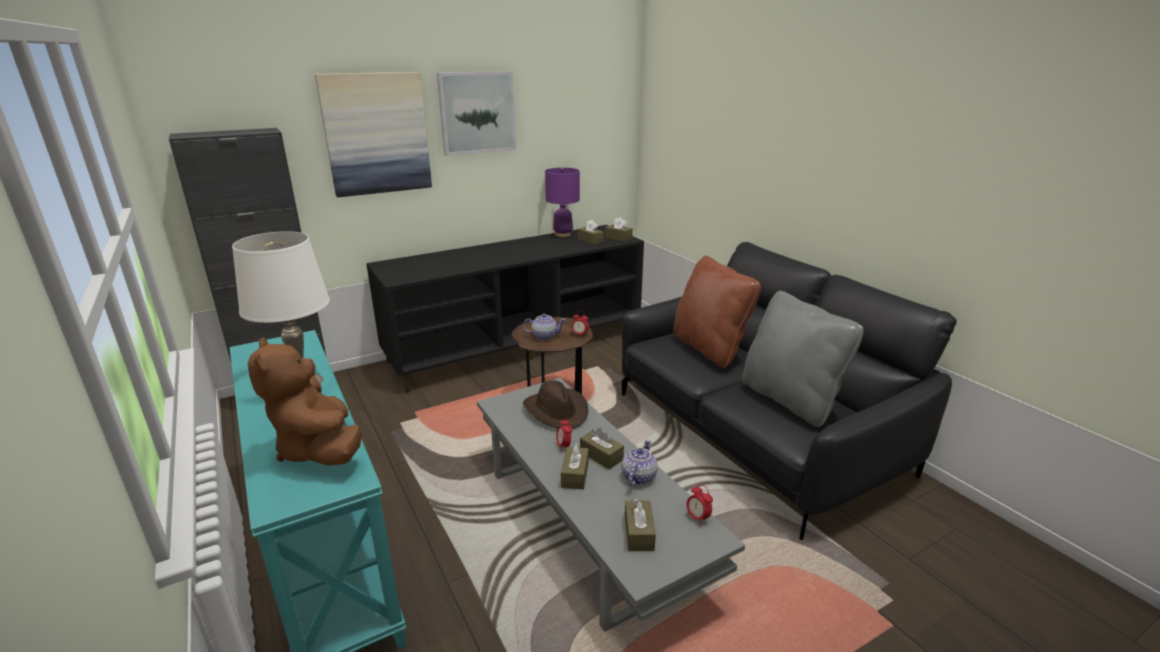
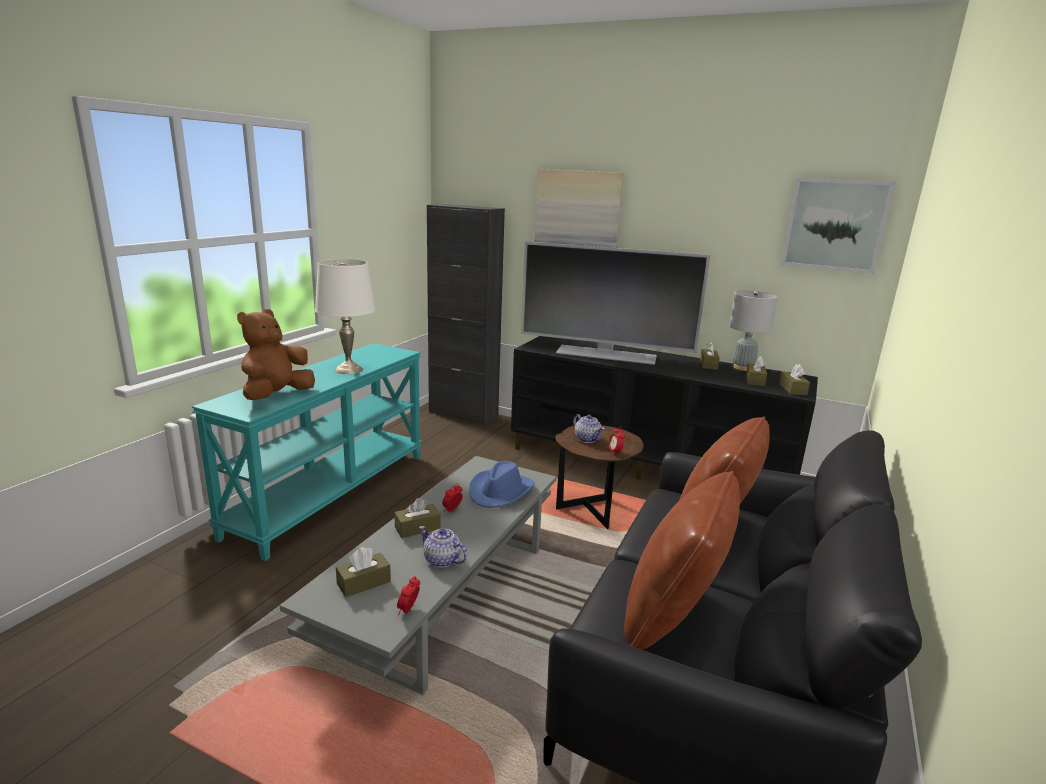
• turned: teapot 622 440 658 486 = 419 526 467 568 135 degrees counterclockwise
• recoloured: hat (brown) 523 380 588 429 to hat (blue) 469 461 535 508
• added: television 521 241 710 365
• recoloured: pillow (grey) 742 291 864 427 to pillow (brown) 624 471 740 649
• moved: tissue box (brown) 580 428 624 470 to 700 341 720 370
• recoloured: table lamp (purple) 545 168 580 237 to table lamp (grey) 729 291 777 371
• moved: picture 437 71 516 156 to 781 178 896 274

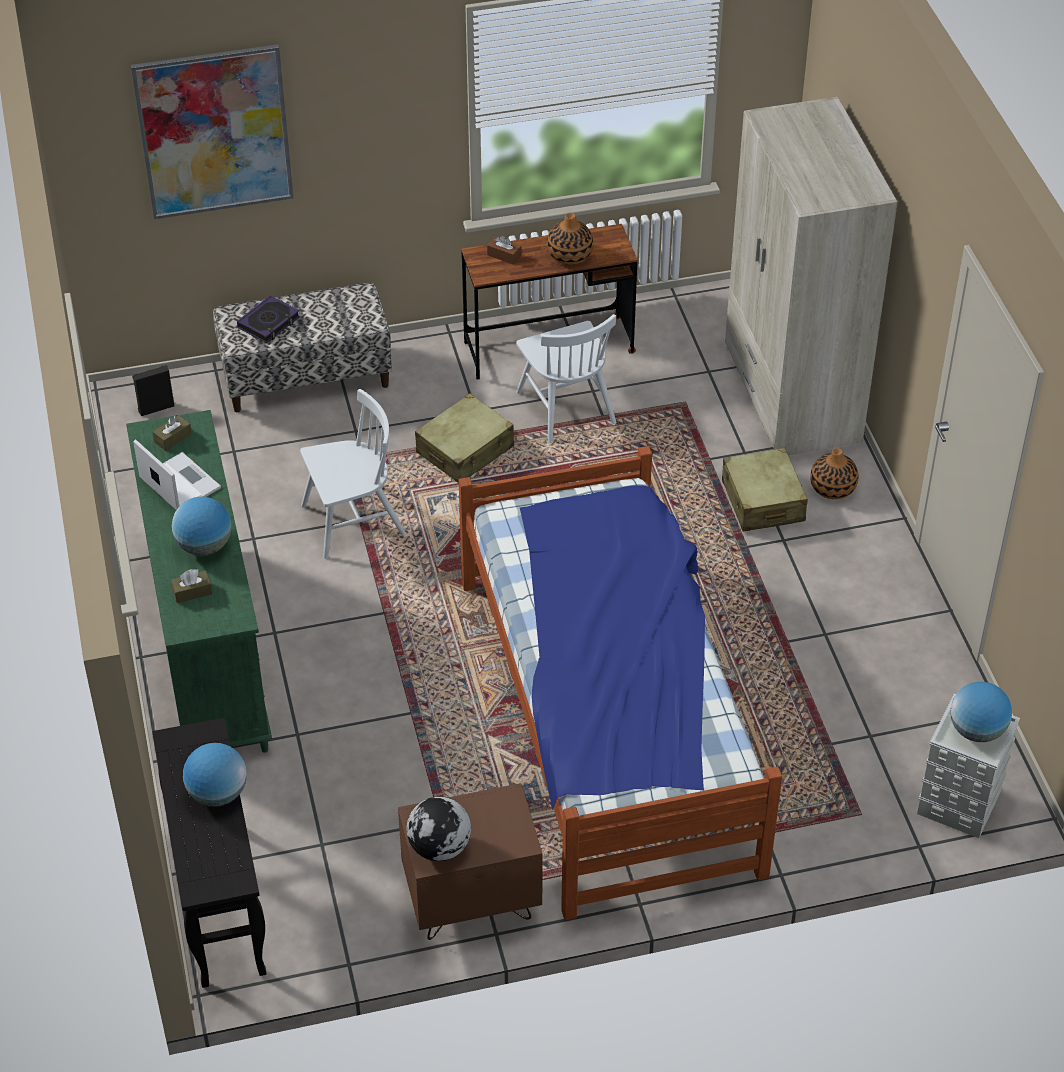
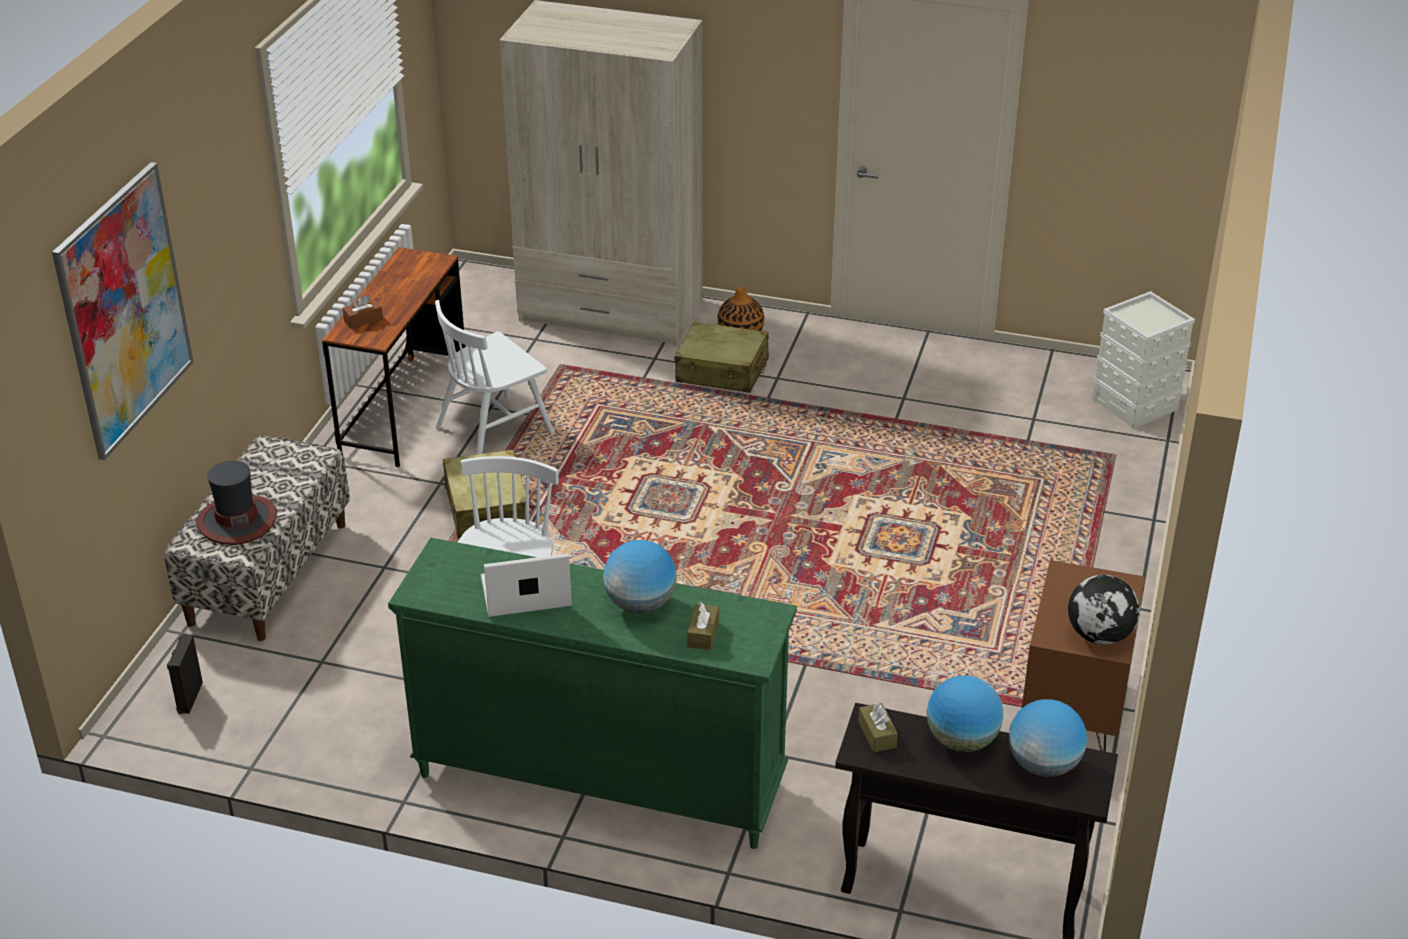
• replaced: book 237 295 300 343 to hat 196 461 277 545
• turned: chair (white) 516 314 616 443 = 435 300 554 454 135 degrees clockwise
• moved: tissue box (brown) 153 415 192 451 to 858 702 898 752
• moved: globe 950 682 1012 742 to 1009 699 1087 777
• removed: bed 459 446 782 920
• removed: vase 547 213 593 265

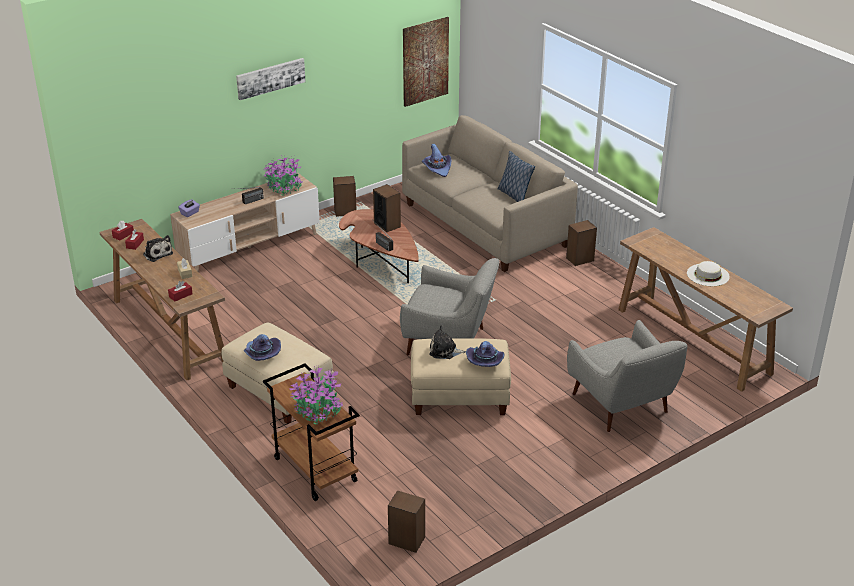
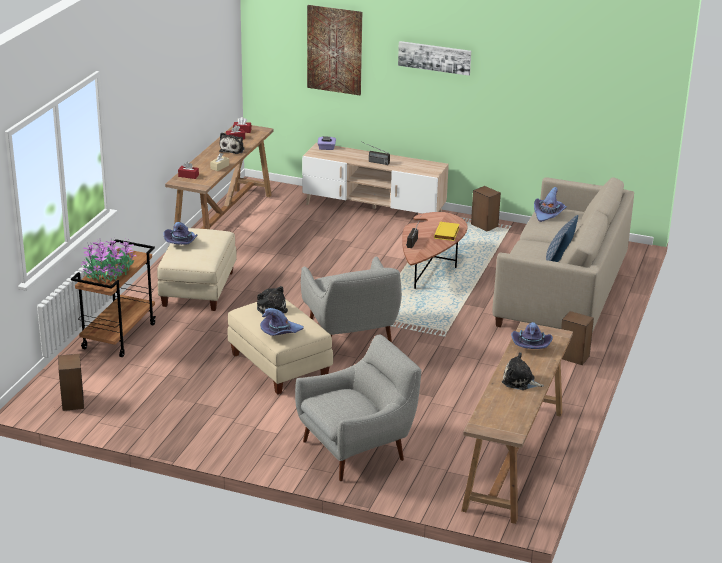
• turned: armchair (grey) 567 320 687 432 = 295 335 422 481 150 degrees counterclockwise
• moved: picture 403 17 449 107 to 307 5 362 95
• replaced: speaker 373 184 401 232 to book (yellow) 434 221 459 241
• replaced: hat (white) 687 261 730 286 to plush toy 502 352 544 390
• added: hat (purple) 511 322 553 349
• removed: potted plant 264 155 303 195

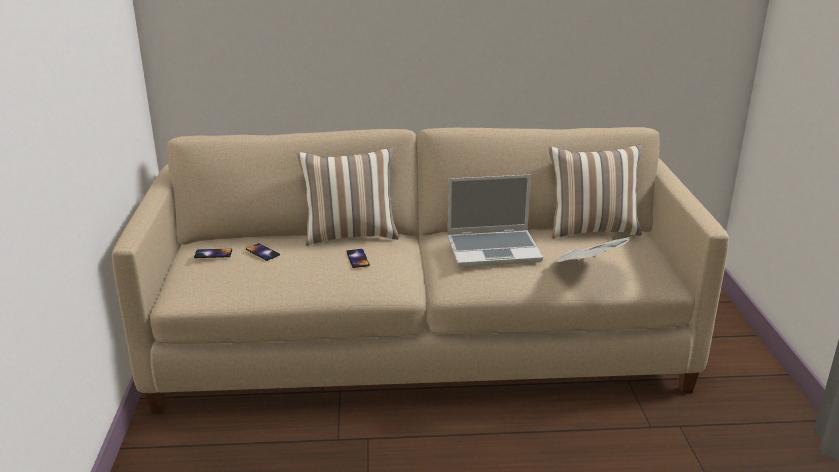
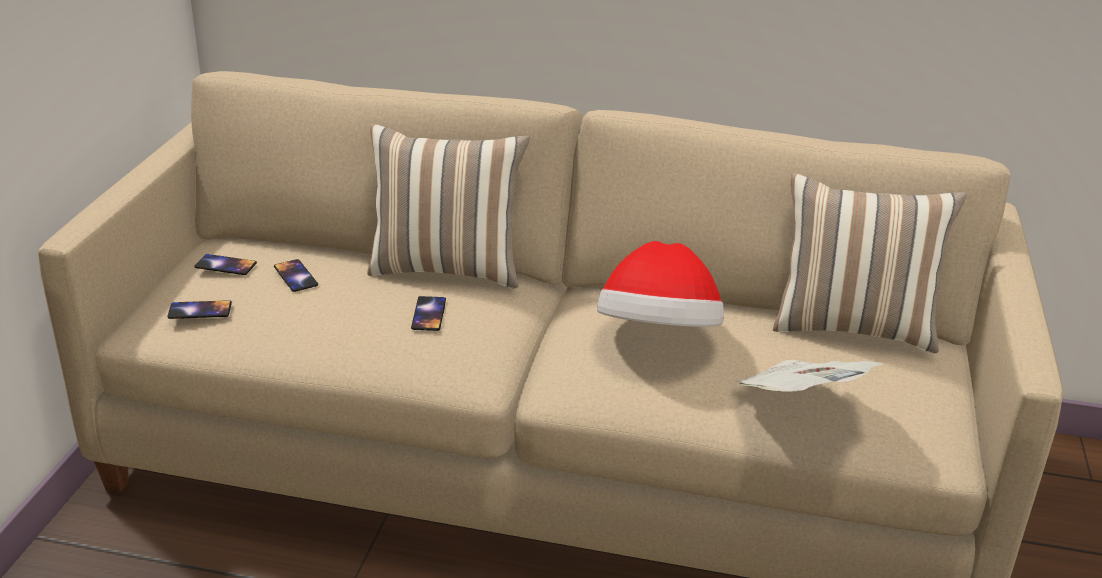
• added: phone 167 300 232 319
• replaced: laptop 447 174 543 267 to hat 597 241 724 327

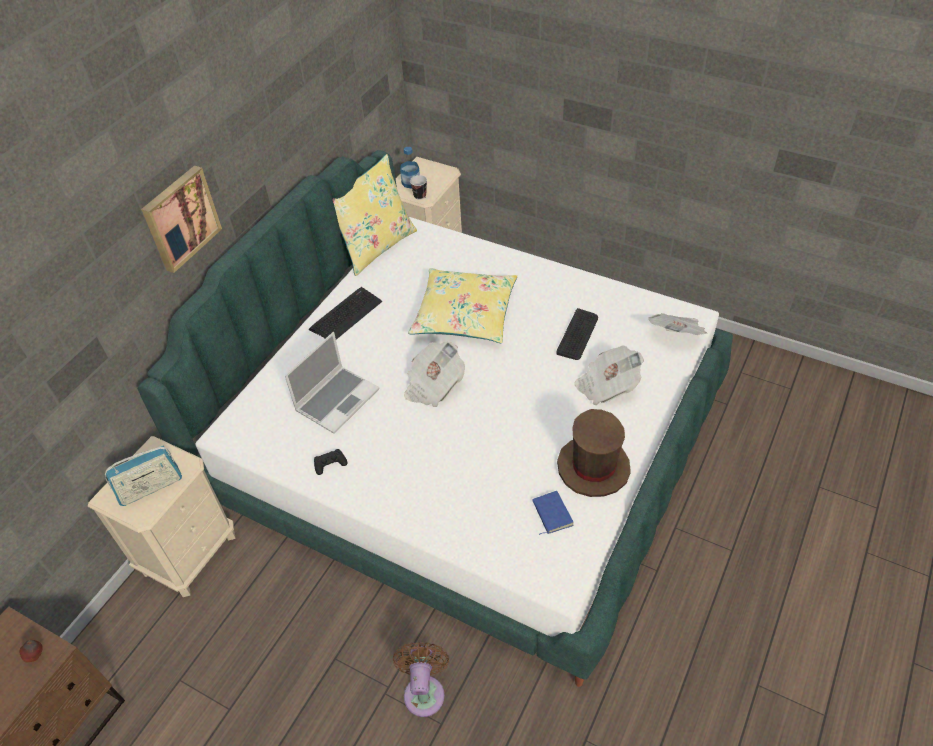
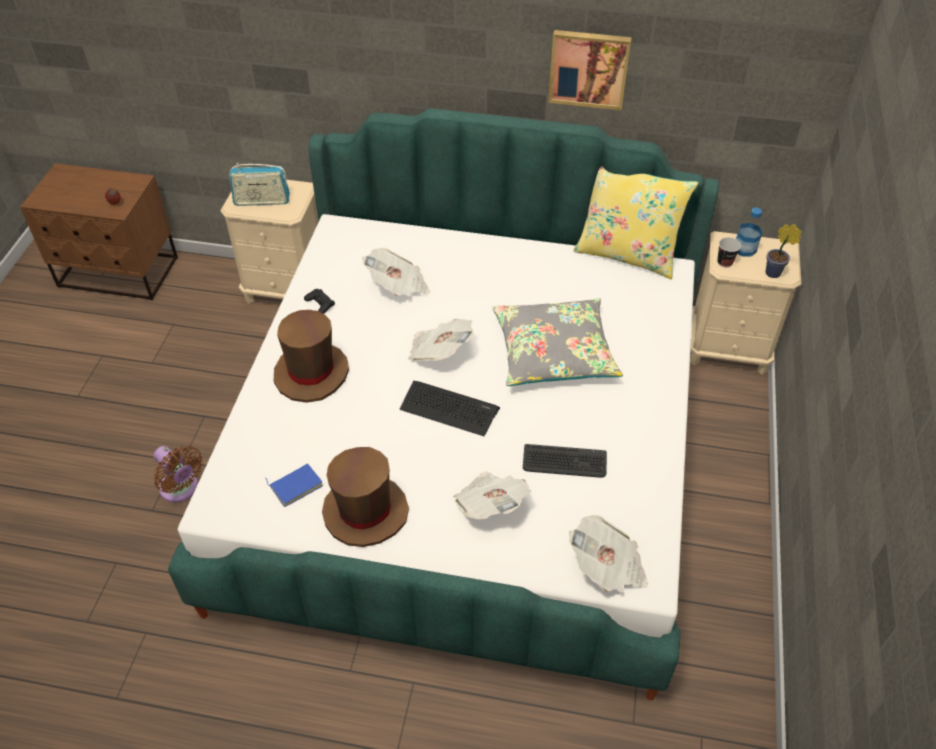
• turned: fan (brown) 393 642 449 717 = 153 446 203 503 60 degrees clockwise
• turned: radio 105 445 182 506 = 229 163 290 206 45 degrees counterclockwise
• added: hat (brown) 273 310 349 403
• replaced: laptop 285 332 380 434 to newspaper 362 248 430 297
• moved: keyboard 309 287 382 340 to 400 381 500 436
• recoloured: pillow (yellow) 408 268 517 343 to pillow (grey) 493 298 623 386
• moved: picture 141 165 222 273 to 548 30 632 110
• added: potted plant 765 224 802 278

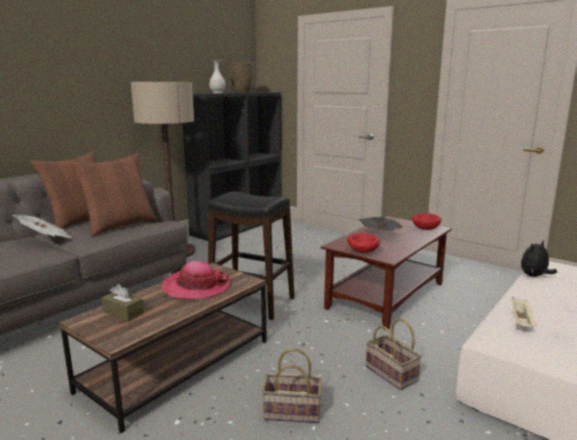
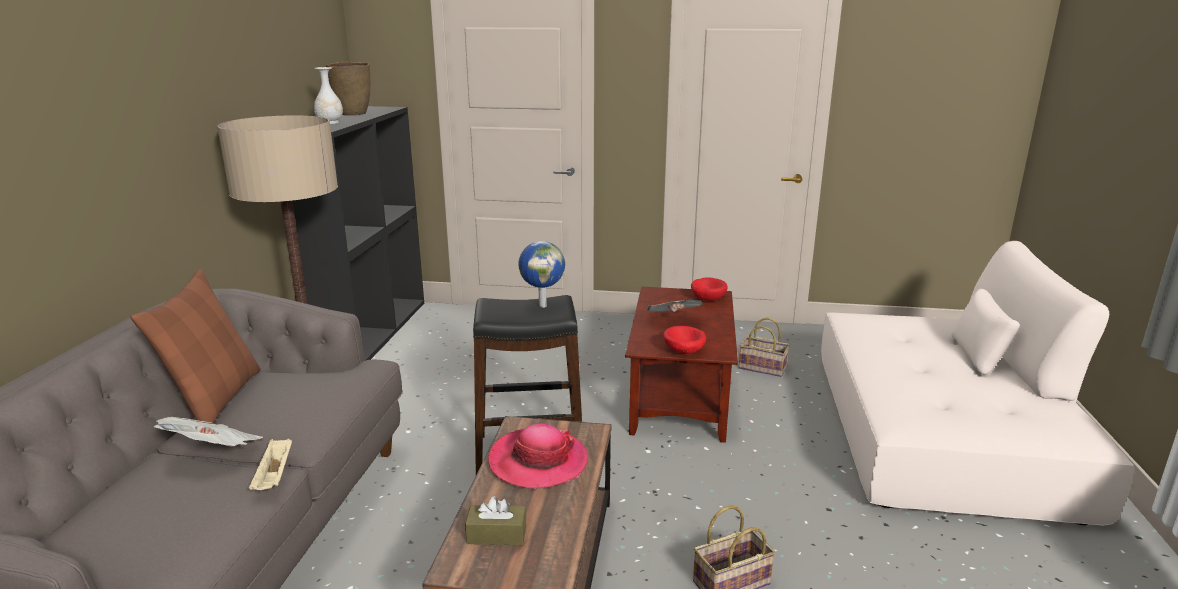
• moved: tray (beige) 512 297 537 327 to 249 439 292 490
• added: globe 518 241 565 308
• moved: basket 366 319 422 390 to 739 317 790 377
• removed: pillow (brown) 69 153 157 237
• removed: plush toy 521 240 557 277

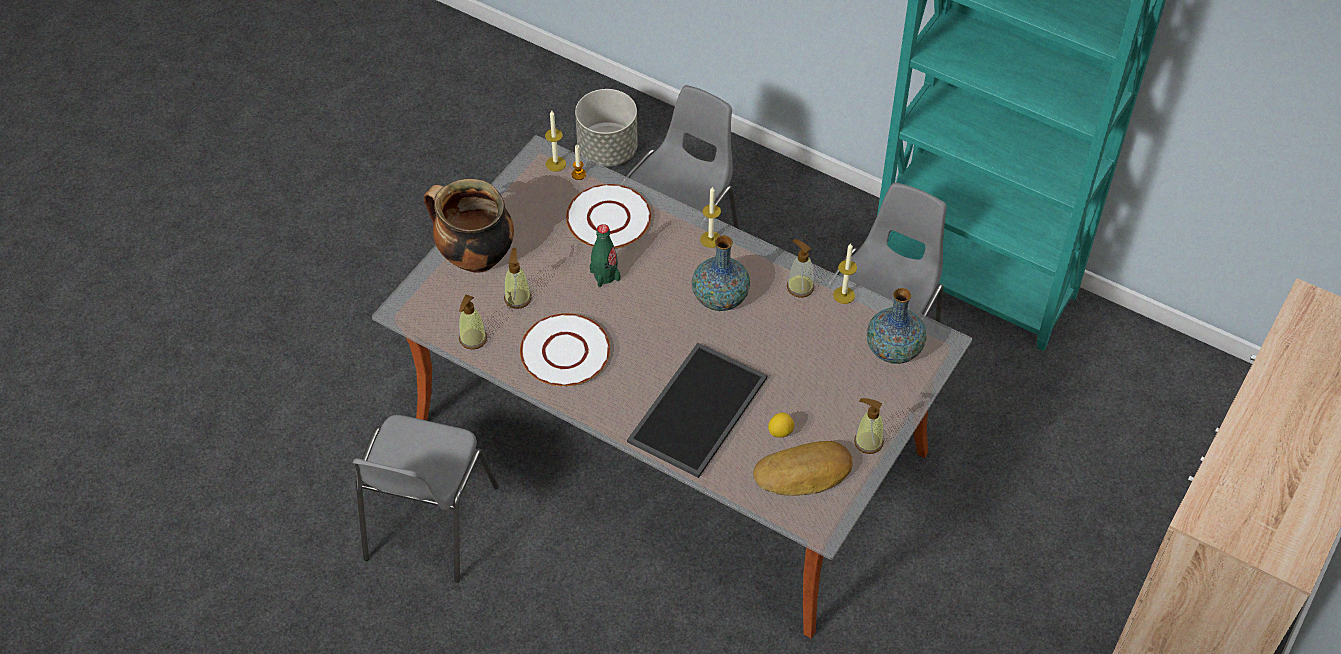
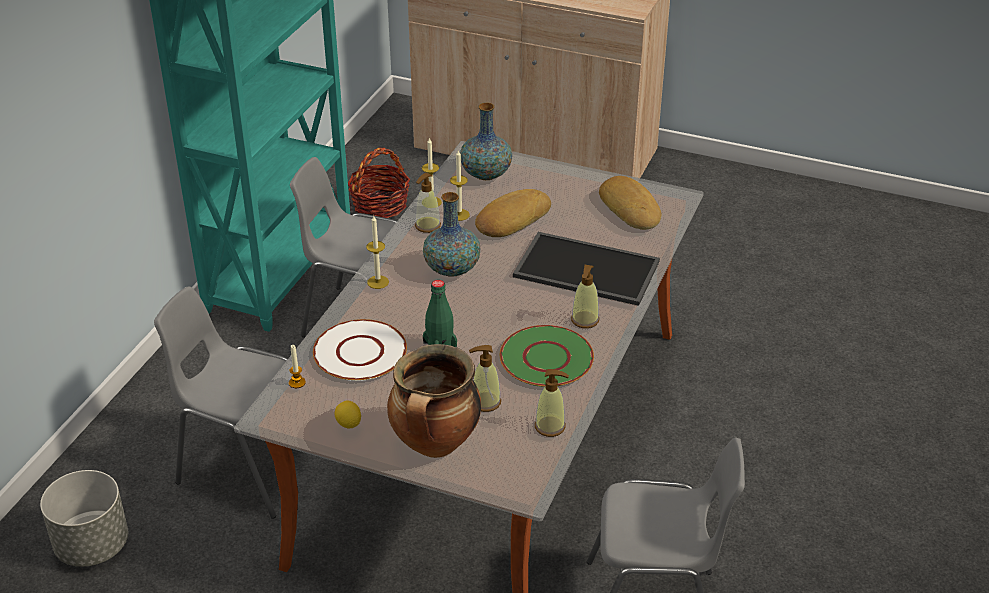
• moved: lemon 768 413 794 438 to 335 401 361 428
• added: basket 348 147 410 218
• moved: candle 545 111 566 172 to 450 150 470 221
• added: bread 475 189 551 237
• recoloured: plate (white) 520 313 610 386 to plate (green) 500 325 594 387
• moved: soap dispenser 854 398 884 454 to 571 265 599 328

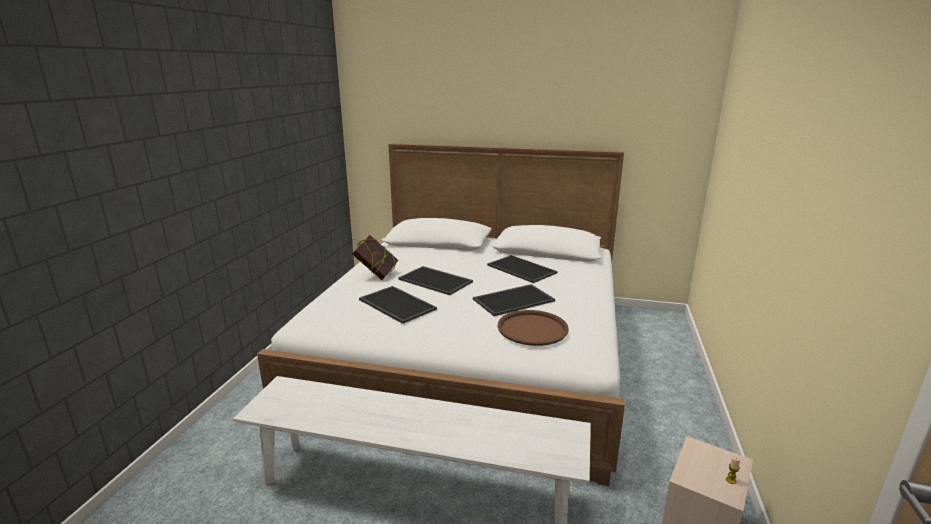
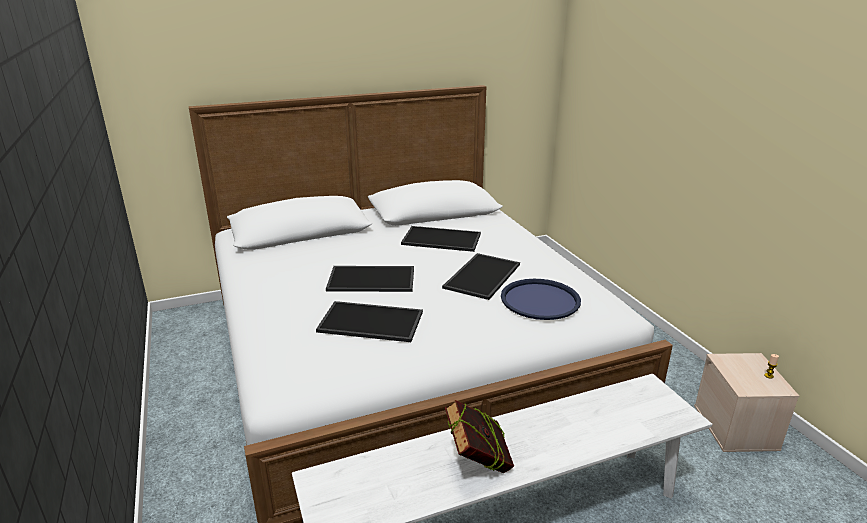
• moved: book 352 235 398 280 to 445 400 514 473
• recoloured: tray (brown) 498 310 569 346 to tray (blue) 501 279 581 320

